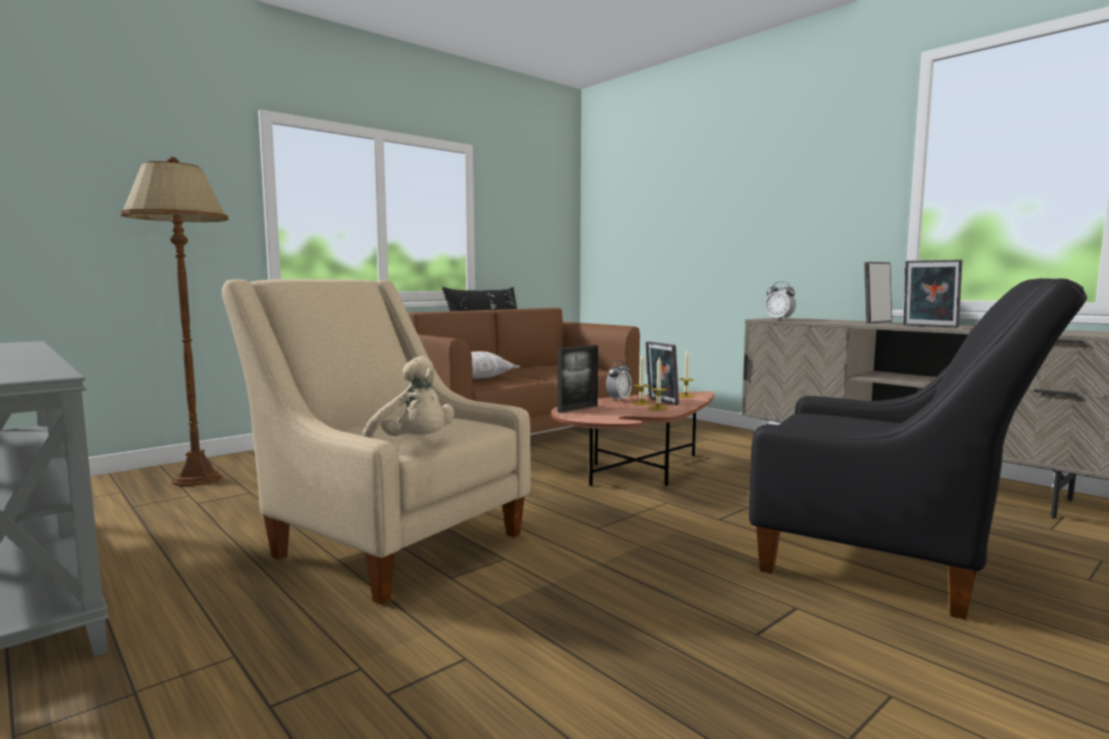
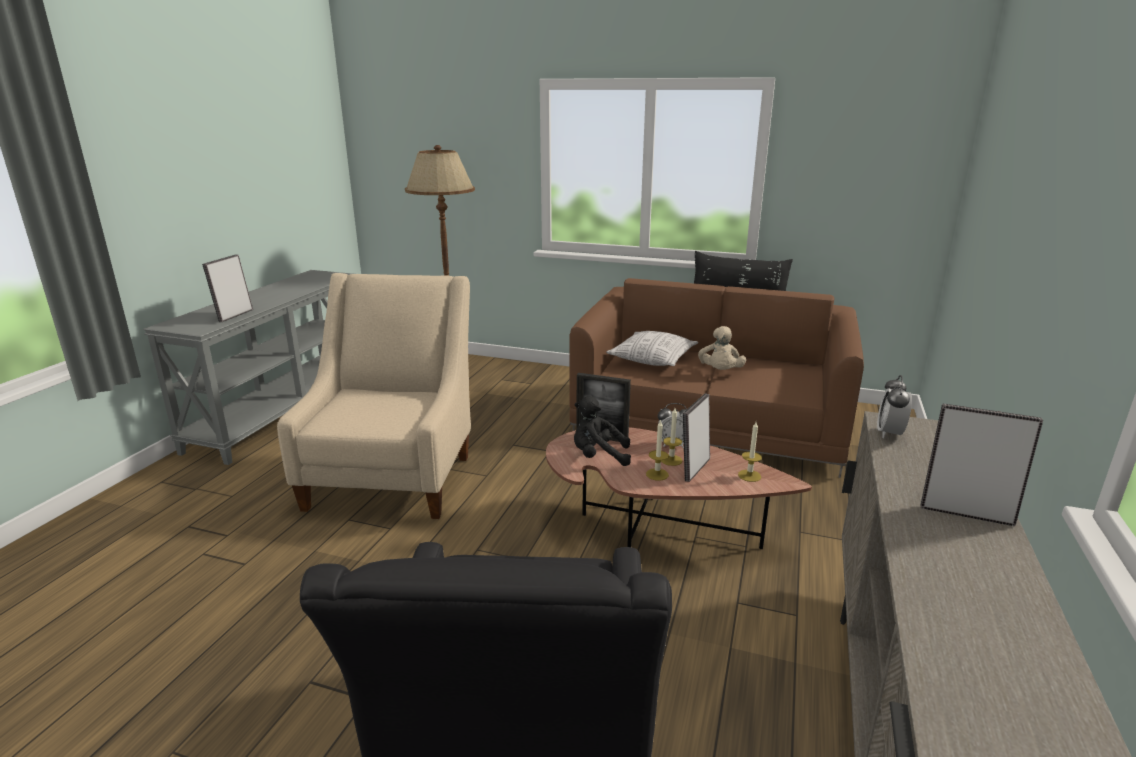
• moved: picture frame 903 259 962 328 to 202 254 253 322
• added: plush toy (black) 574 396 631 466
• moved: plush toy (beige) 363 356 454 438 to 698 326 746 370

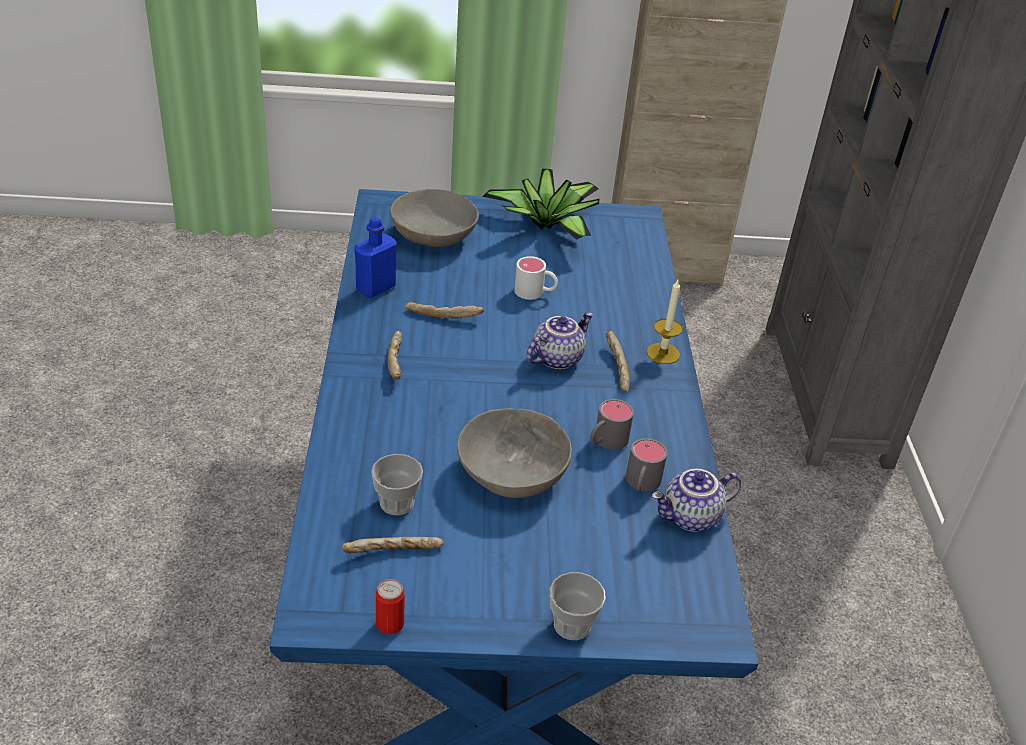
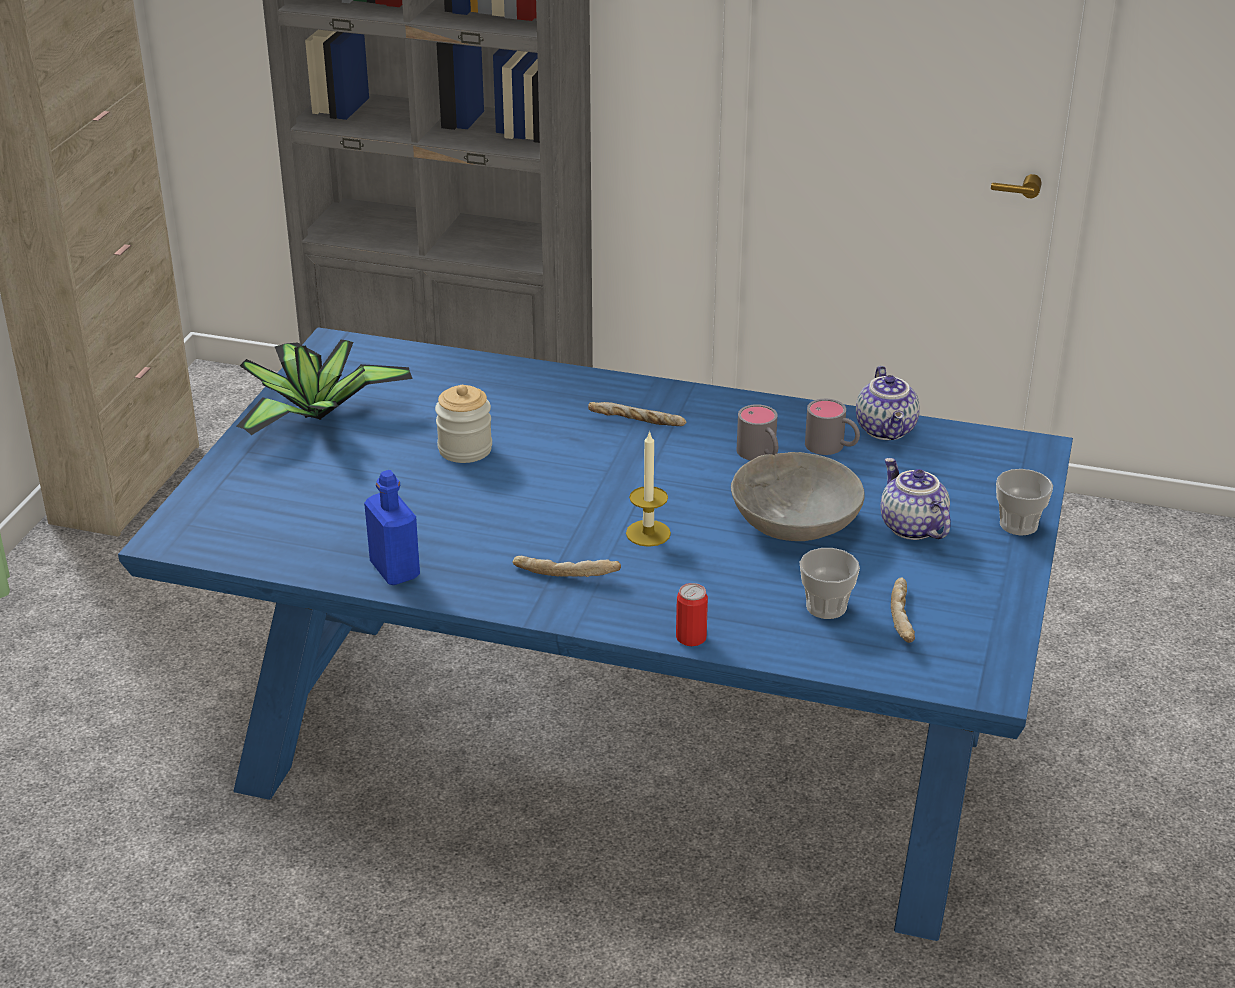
• replaced: mug (white) 514 256 558 300 to jar 435 385 492 463
• moved: candle 647 280 683 364 to 626 430 671 547
• moved: can 376 579 405 634 to 676 583 708 646
• moved: teapot 527 312 593 369 to 880 458 950 540
• removed: bowl (grey) 390 189 479 247
• removed: bread 405 302 484 318

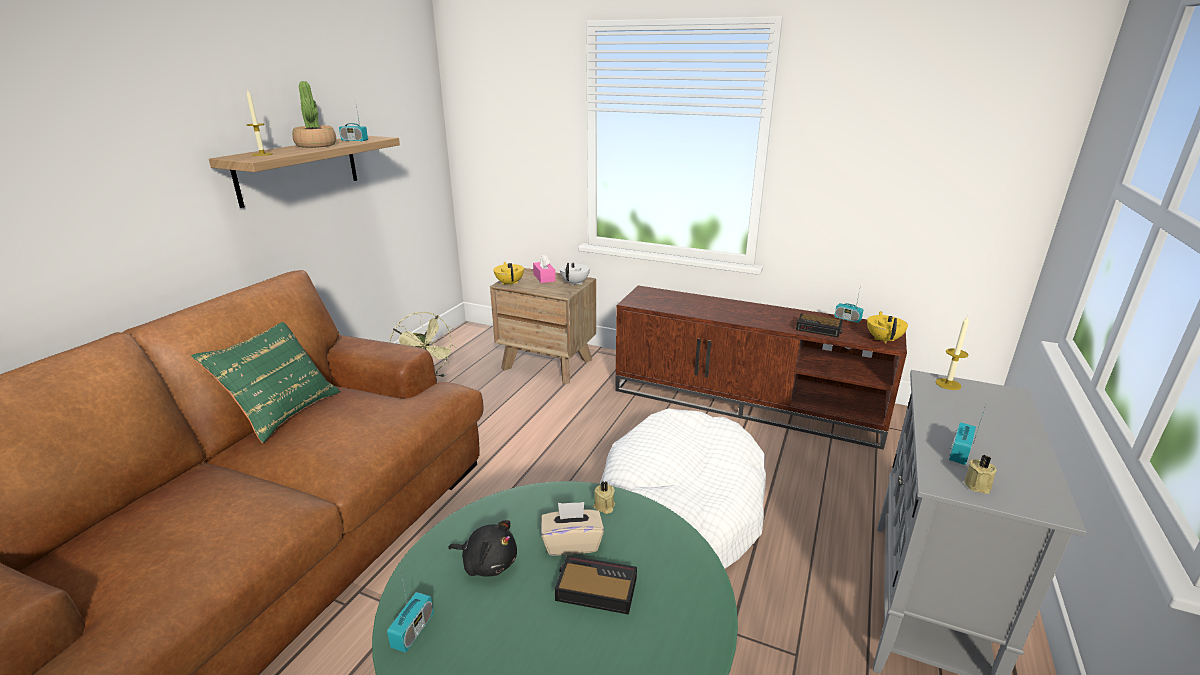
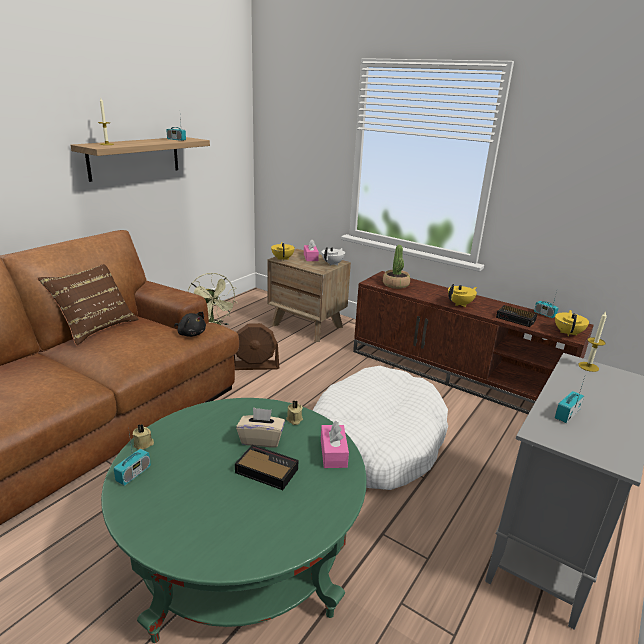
• recoloured: pillow (green) 191 322 340 443 to pillow (brown) 37 264 139 345
• moved: candle (beige) 965 455 997 494 to 133 424 154 450
• moved: plush toy (black) 448 520 517 577 to 174 312 206 337
• added: fan (brown) 234 323 279 370
• added: tissue box (pink) 321 420 349 468
• moved: potted plant 292 81 336 148 to 383 245 410 289
• added: teapot (yellow) 448 284 477 307

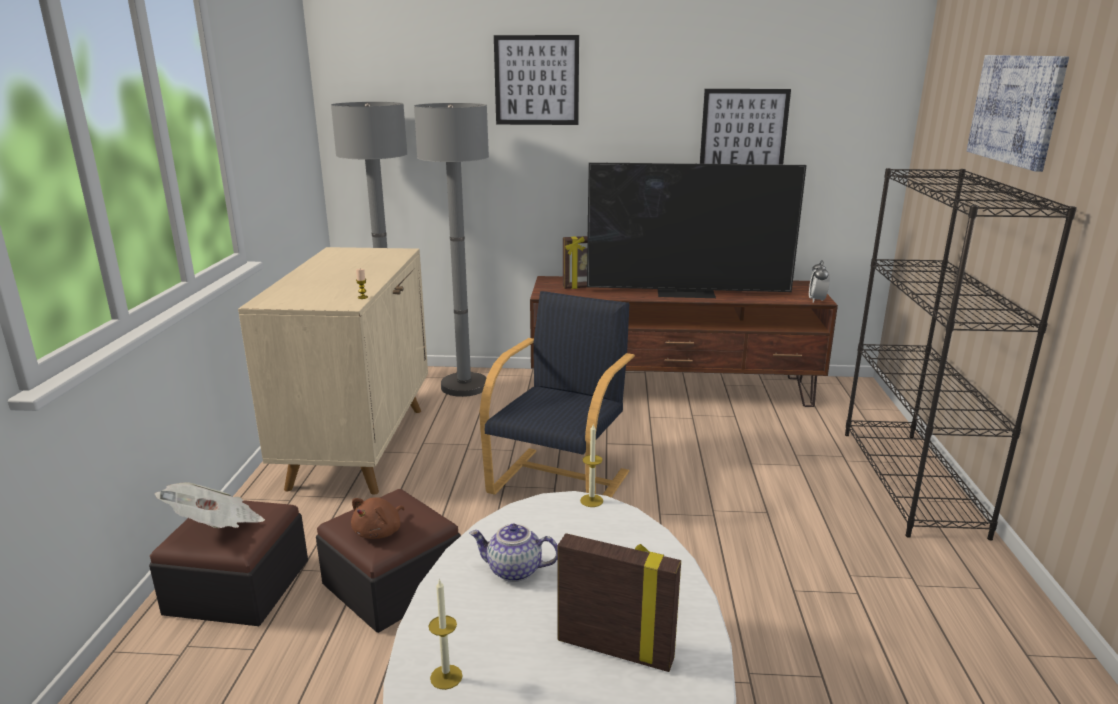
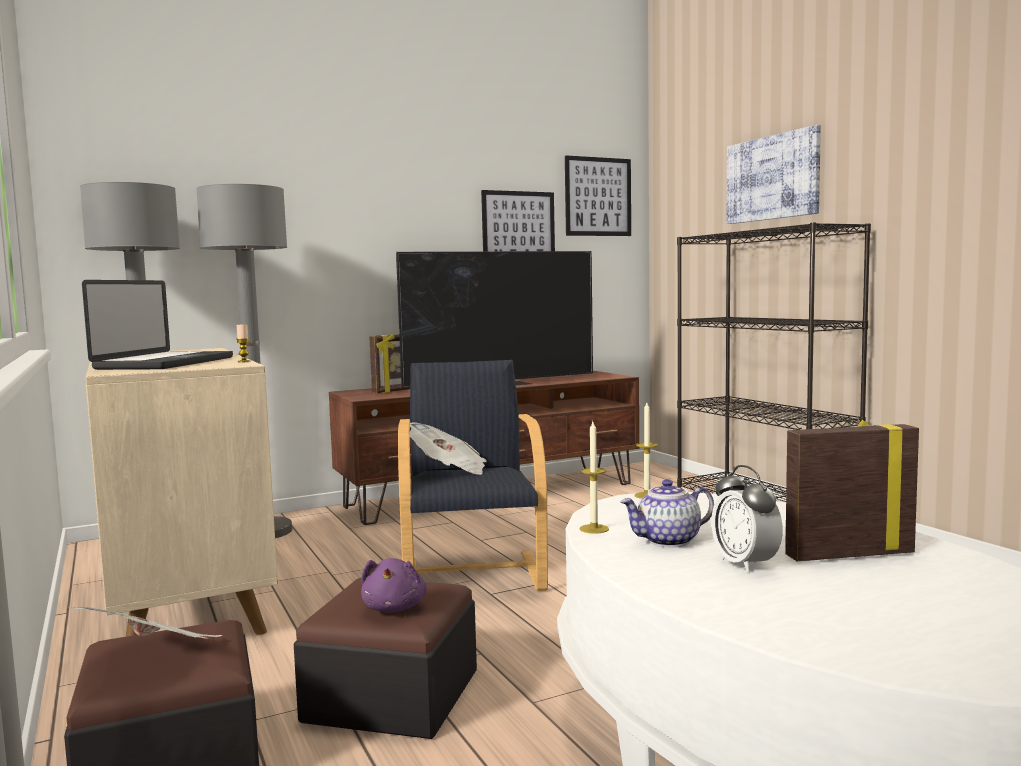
• added: laptop 82 280 233 370
• recoloured: plush toy (brown) 351 497 405 539 to plush toy (purple) 361 558 427 613
• added: newspaper 410 422 486 475
• moved: picture 494 35 579 125 to 565 155 631 236
• moved: candle 429 578 463 690 to 580 422 609 534
• moved: alarm clock 809 260 830 303 to 711 465 783 573

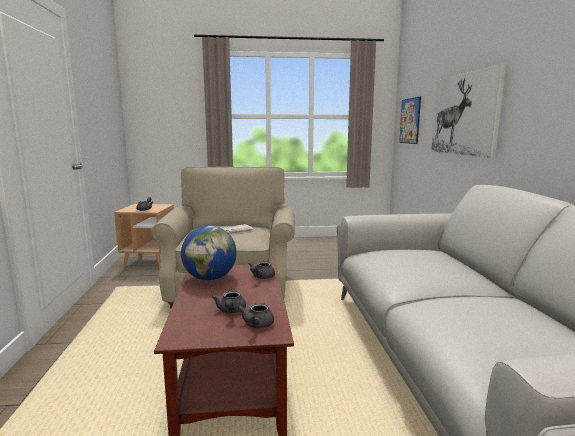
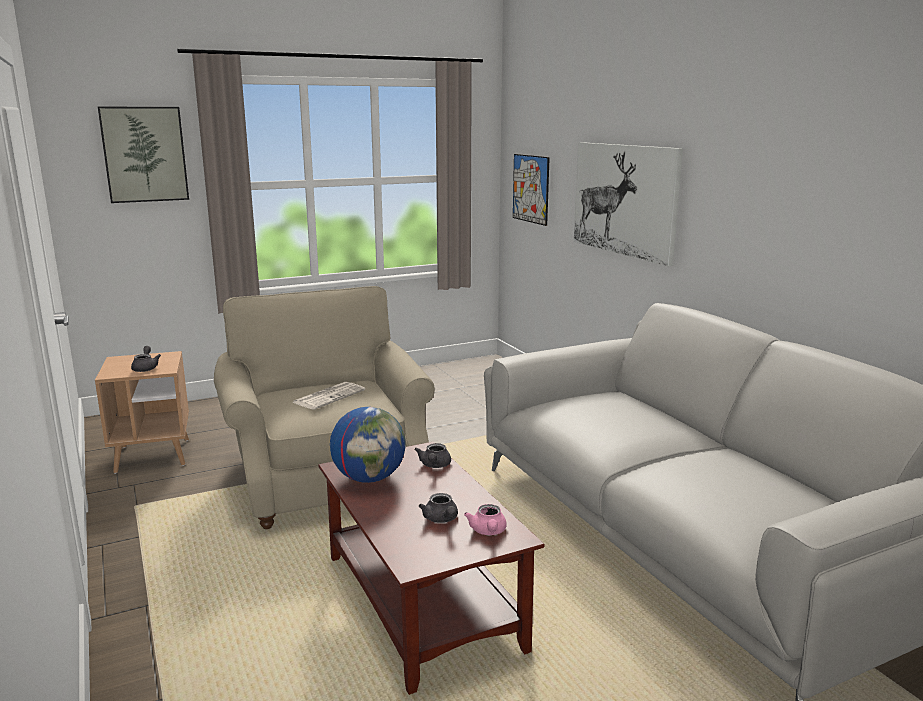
• added: picture 98 107 189 203
• recoloured: teapot (grey) 238 303 274 328 to teapot (pink) 464 504 507 535

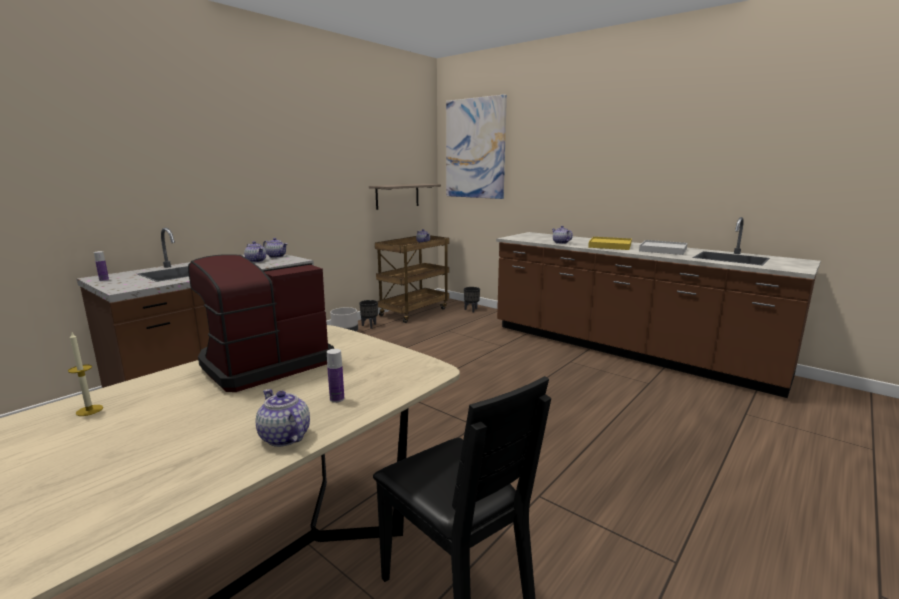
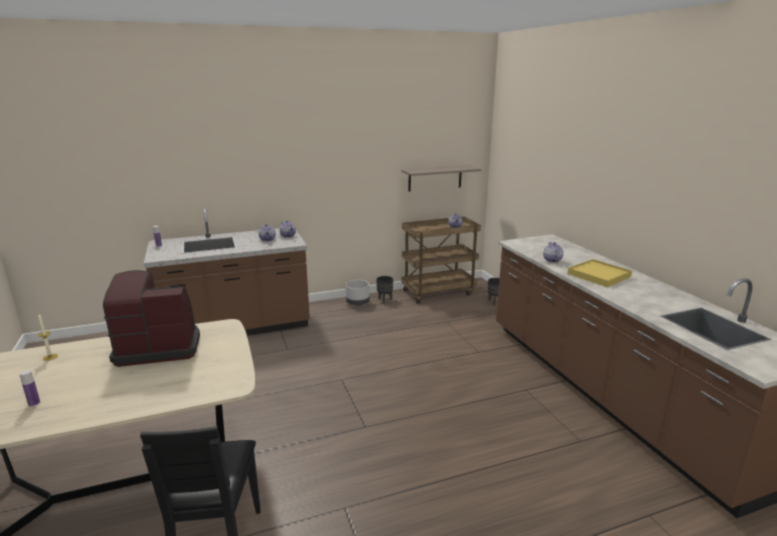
• moved: bottle 327 349 344 403 to 19 370 40 407
• removed: teapot 256 389 310 447
• removed: picture 446 94 507 199
• removed: tray (white) 639 240 687 255

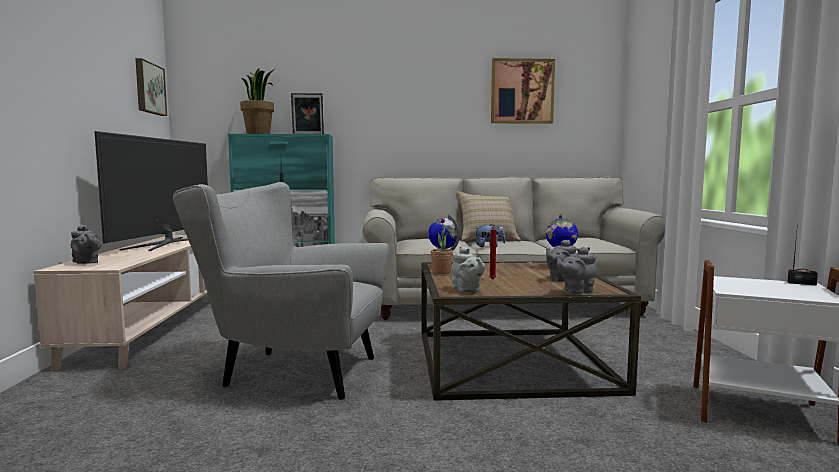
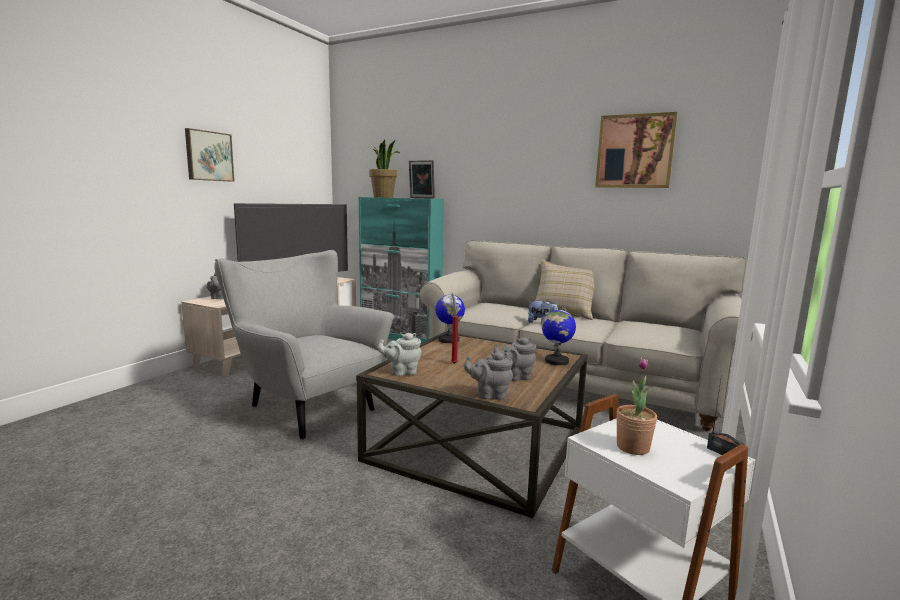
• moved: picture 135 58 167 116 to 185 128 235 182
• turned: teapot (grey) 451 246 485 292 = 378 333 422 376 75 degrees clockwise
• moved: potted plant 431 217 453 274 to 616 357 657 455

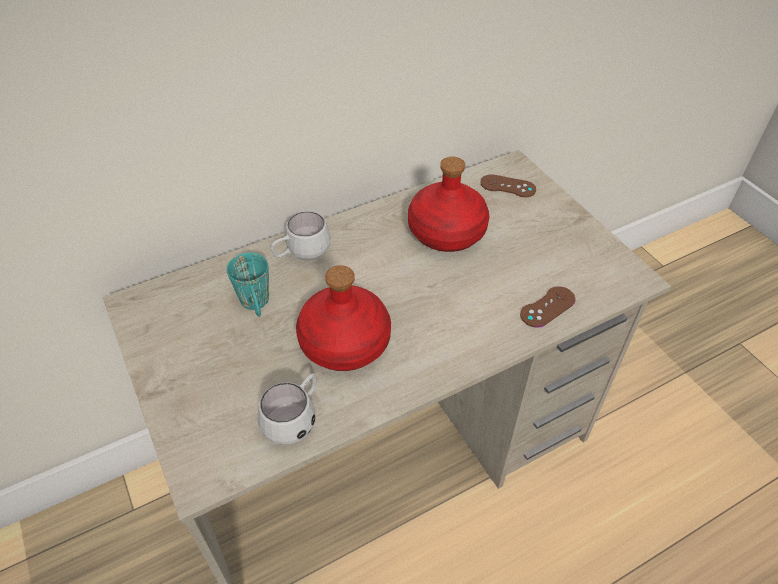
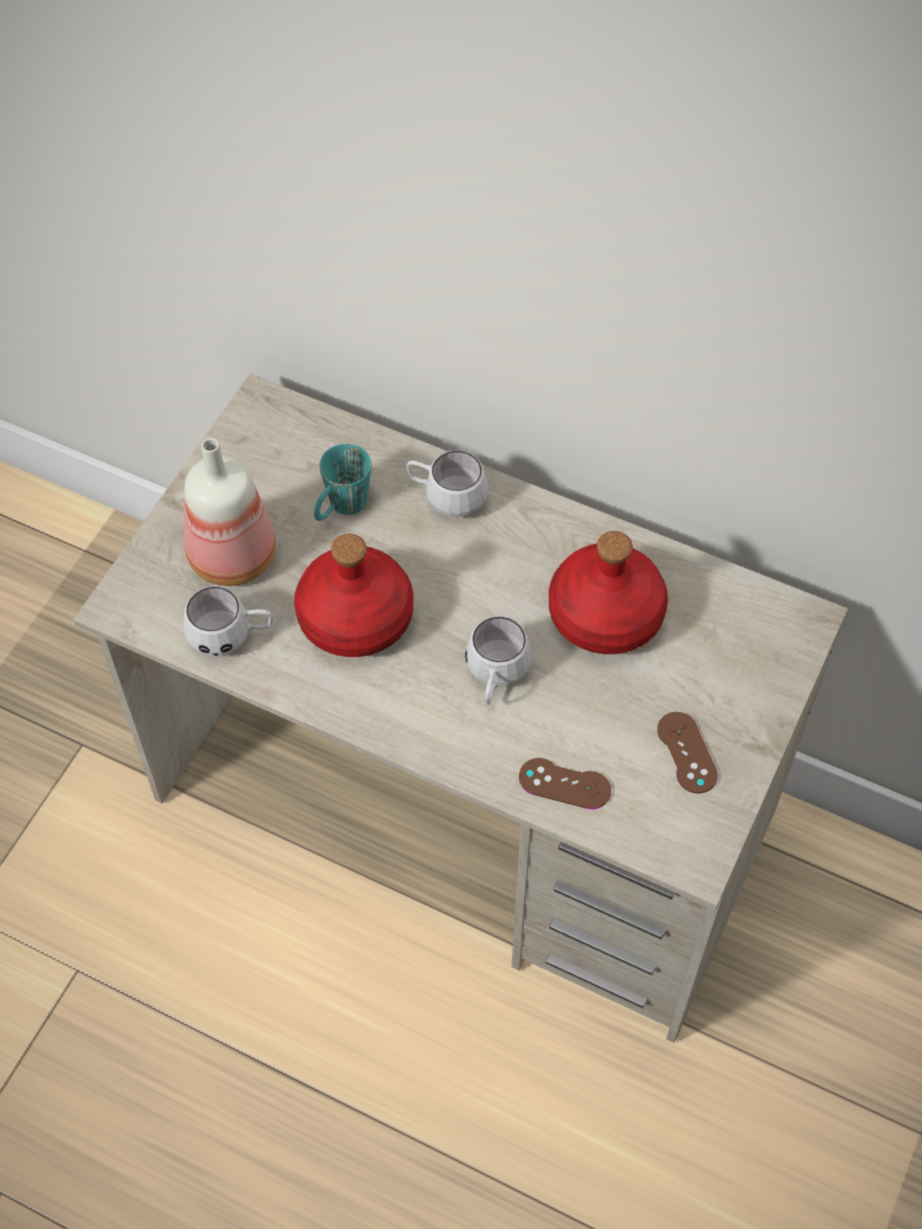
• added: bottle 184 438 276 586
• added: mug (white) 465 616 532 705
• moved: game controller (brown) 480 174 536 197 to 657 712 718 794

